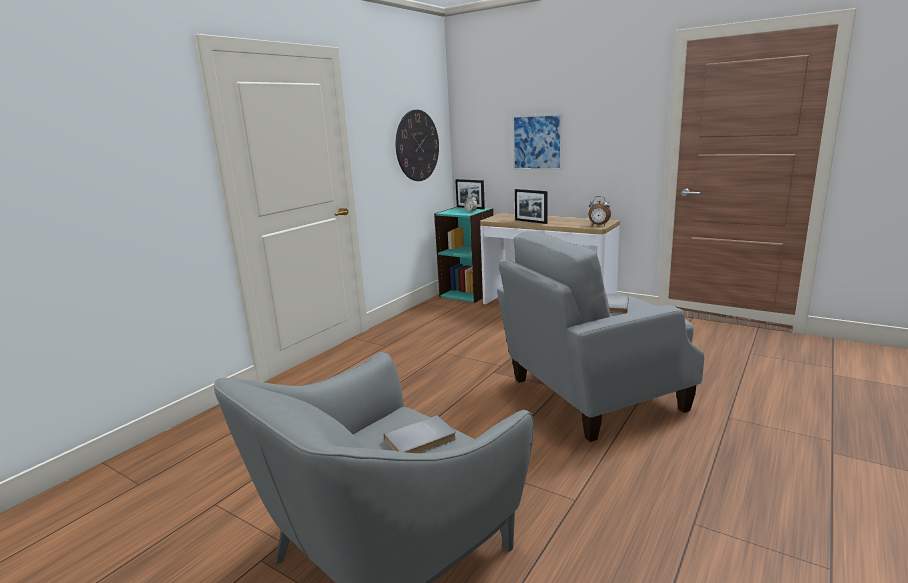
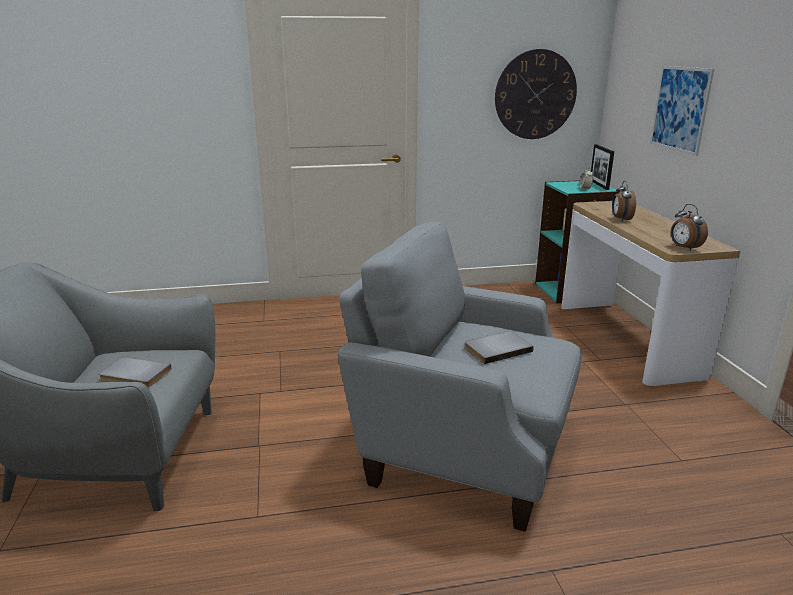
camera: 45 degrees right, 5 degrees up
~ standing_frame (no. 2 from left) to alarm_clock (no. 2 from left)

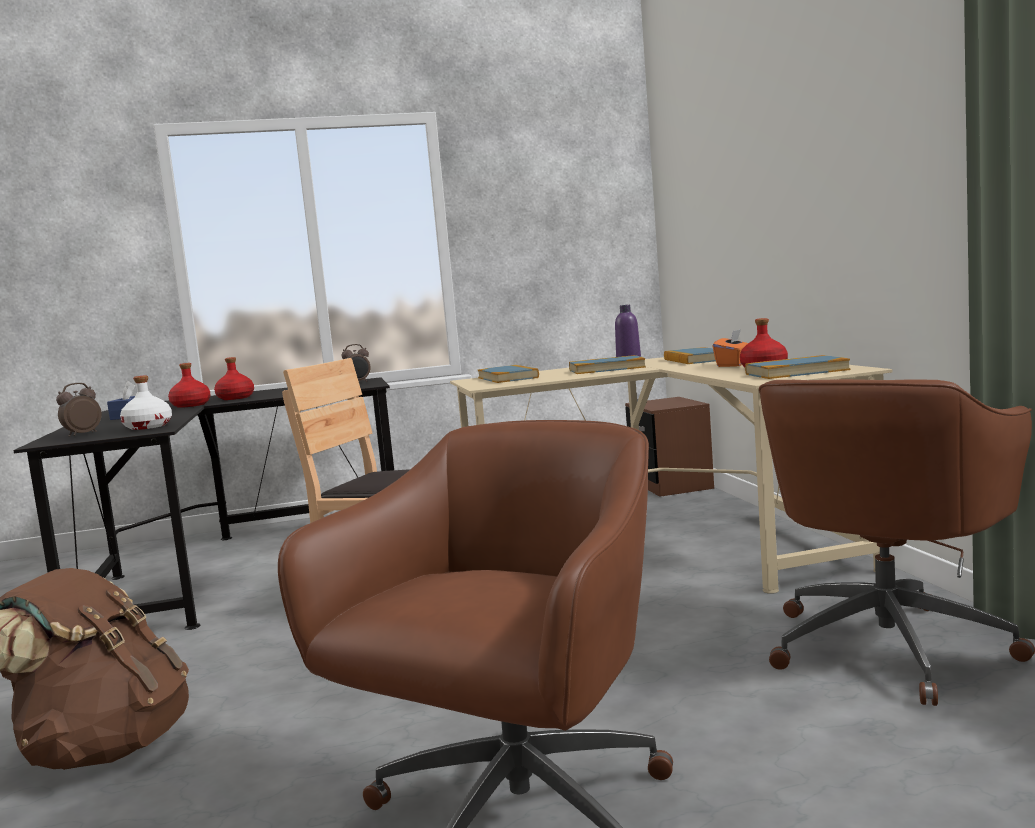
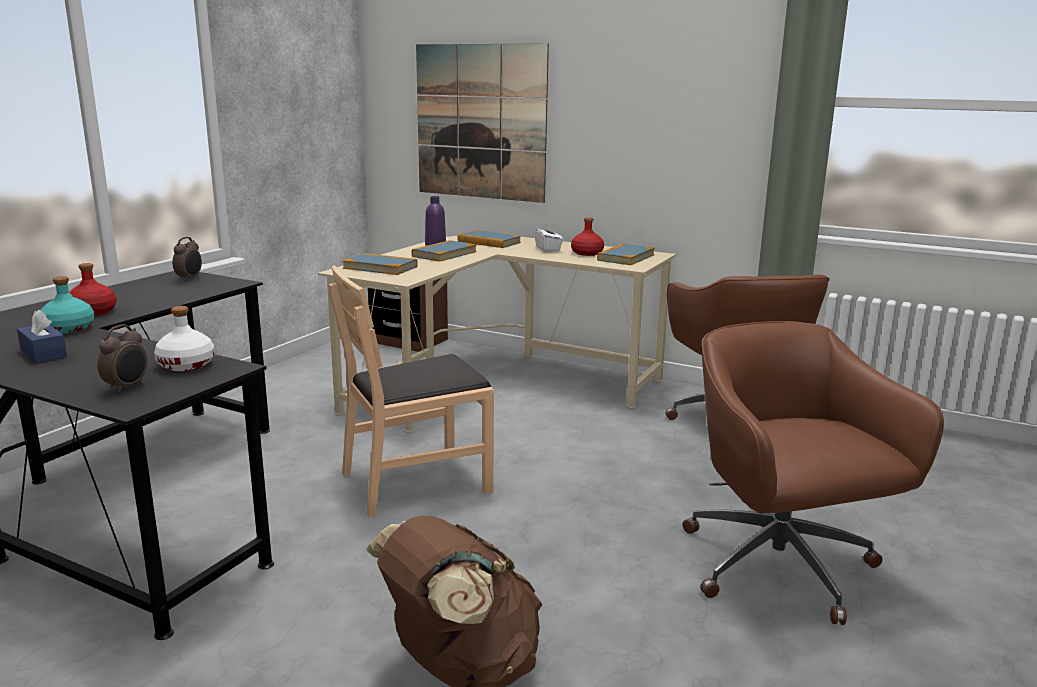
camera: 50 degrees left, 10 degrees up
+ wall_art
~ reddish_drink_bottle (no. 1 from left) to turquoise_drink_bottle
~ orange-coloured_tissue_holder to white_tissue_holder
~ alarm_clock (no. 1 from left) 150 degrees counterclockwise

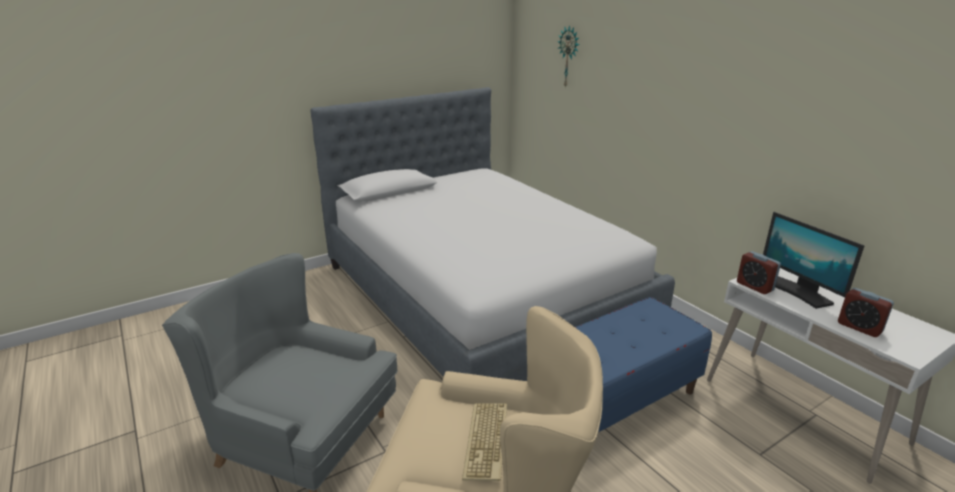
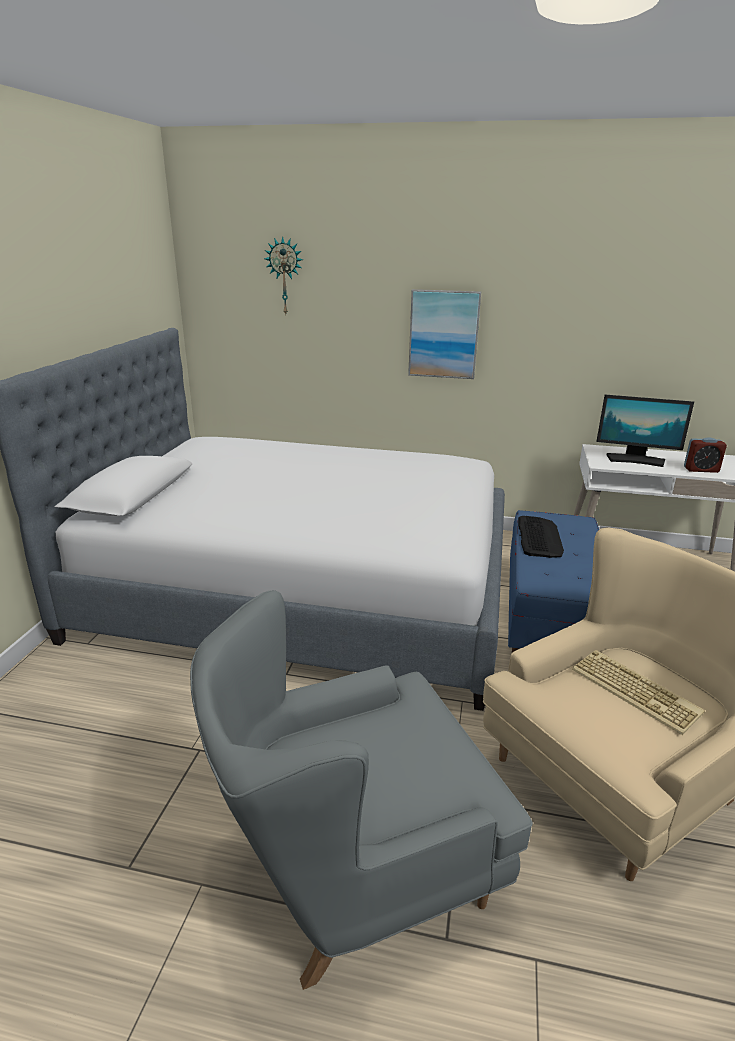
camera: 45 degrees left, 0 degrees up
- alarm_clock (no. 1 from left)
+ wall_art
+ computer_keyboard (no. 1 from left)

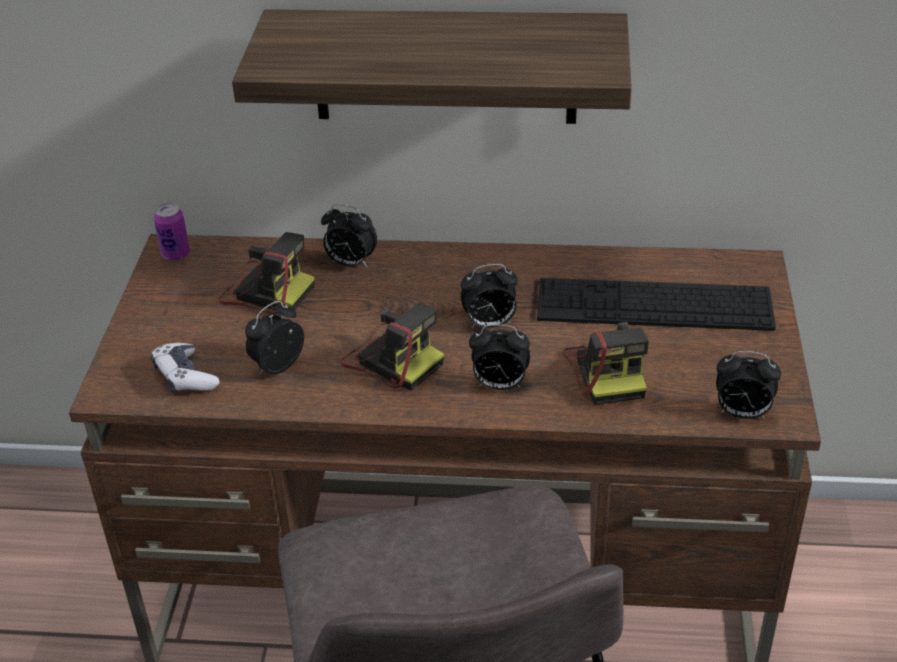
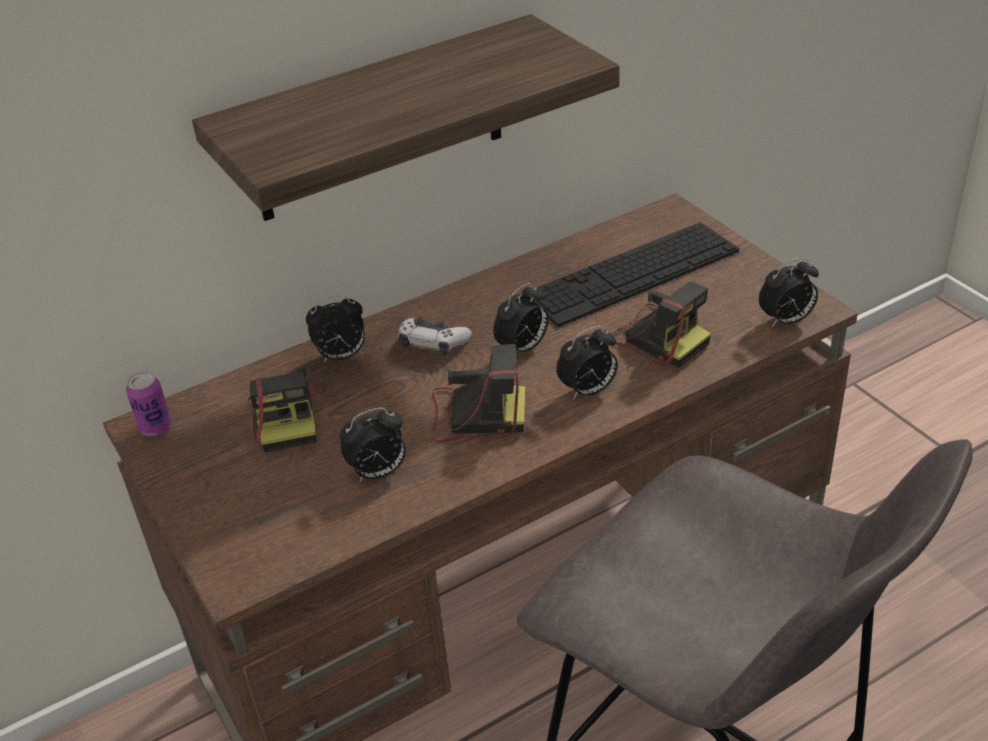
camera: 35 degrees left, 0 degrees up
~ joypad
~ still_camera (no. 1 from left) 90 degrees clockwise
~ alarm_clock (no. 1 from left in the first image) 120 degrees counterclockwise

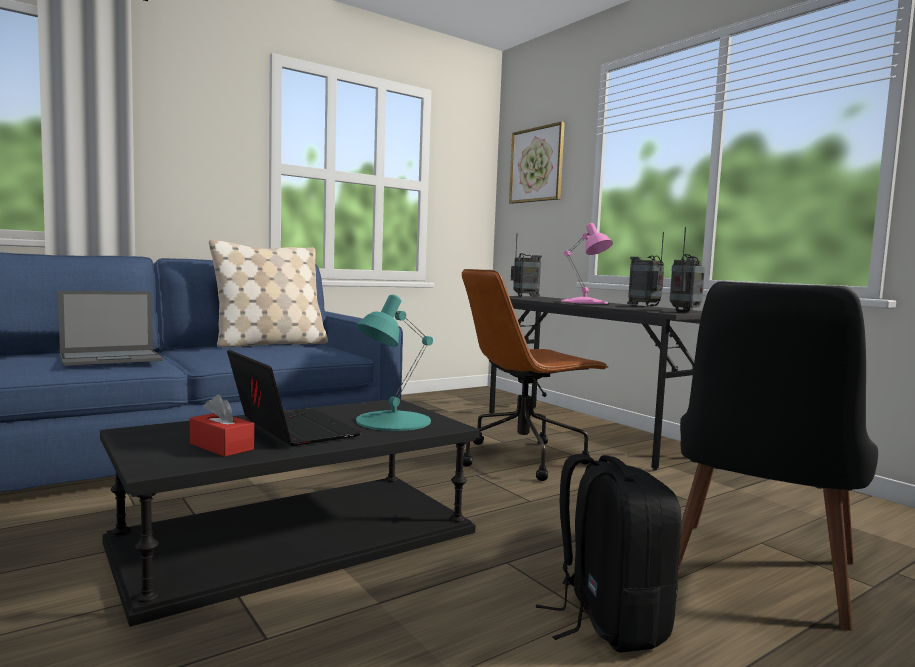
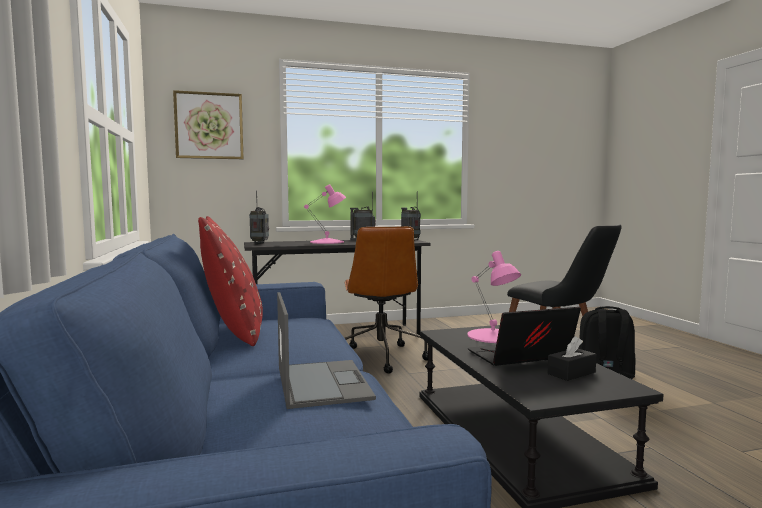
camera: 70 degrees left, 0 degrees up
~ reddish_tissue_holder to blackish_tissue_holder
~ sand-coloured_pillow to reddish_pillow
~ turquoise_tabletop_lamp to pink-coloured_tabletop_lamp (no. 2 from left)

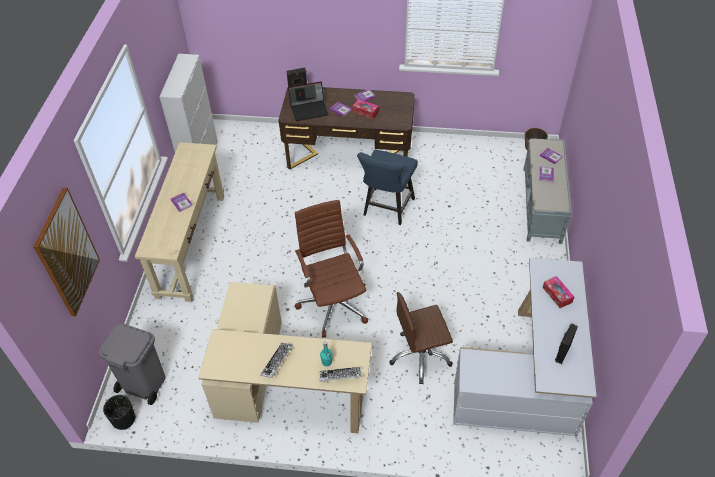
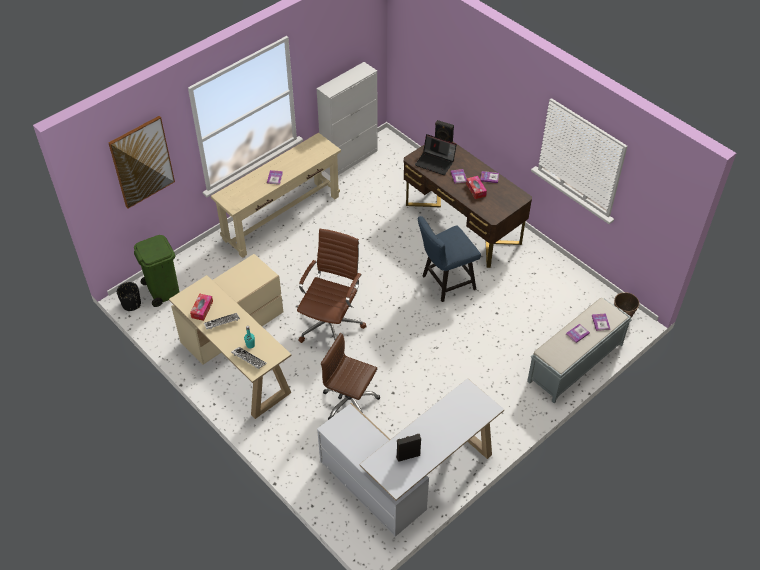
camera: 40 degrees right, 0 degrees up
~ tissue_holder (no. 2 from left in the first image) to tissue_holder (no. 1 from left)
~ grey_rubbish_bin to green-coloured_rubbish_bin

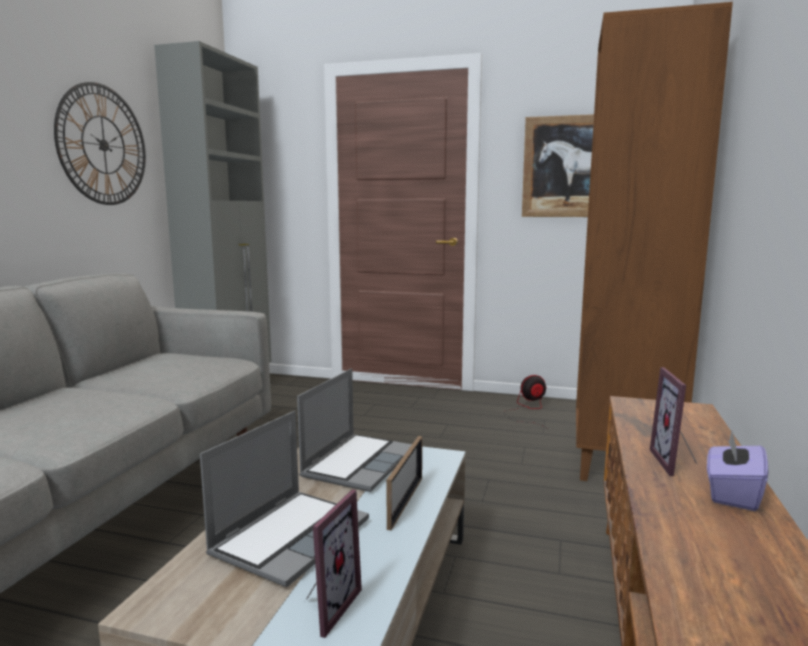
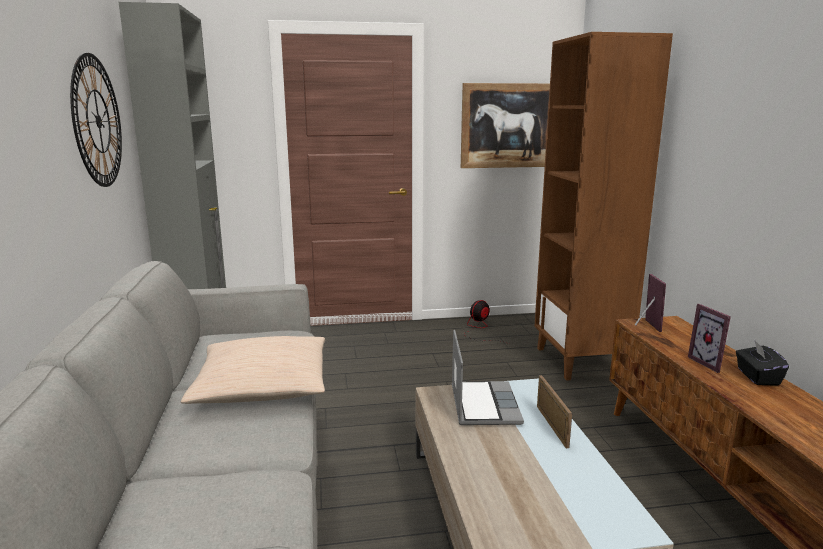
camera: 25 degrees left, 5 degrees up
- portable_computer (no. 1 from left)
+ sand-coloured_pillow
~ standing_frame (no. 1 from left in the first image) to standing_frame (no. 2 from left)
~ purplish_tissue_holder to blackish_tissue_holder

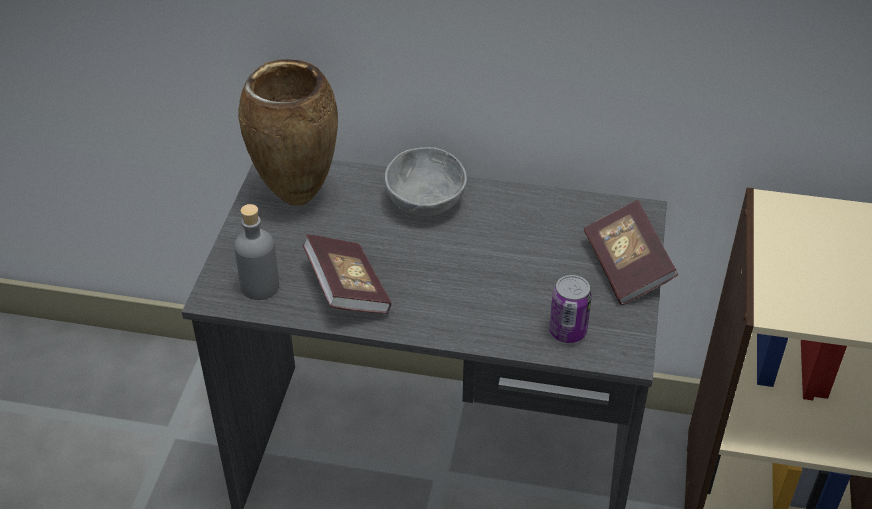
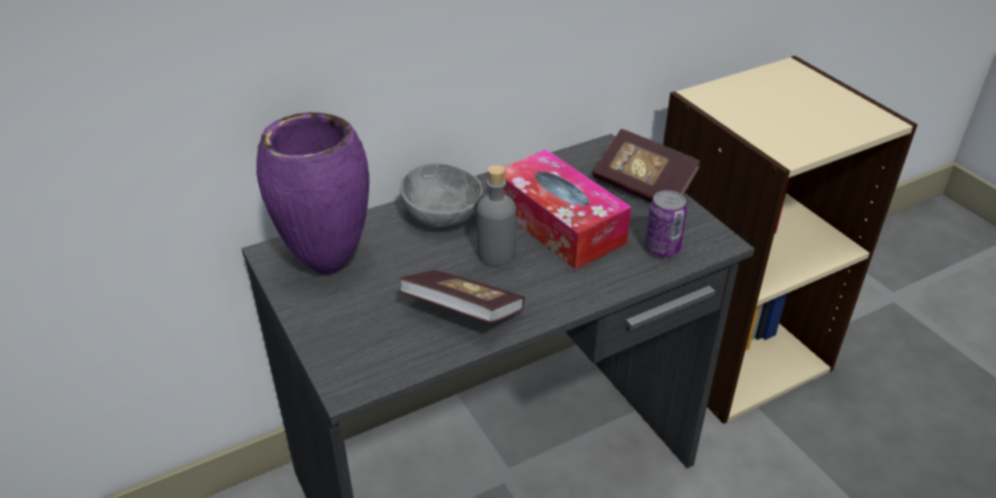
camera: 40 degrees left, 5 degrees down
+ tissue_holder
~ grey_drink_bottle
~ brown-coloured_decorative_vase to purplish_decorative_vase

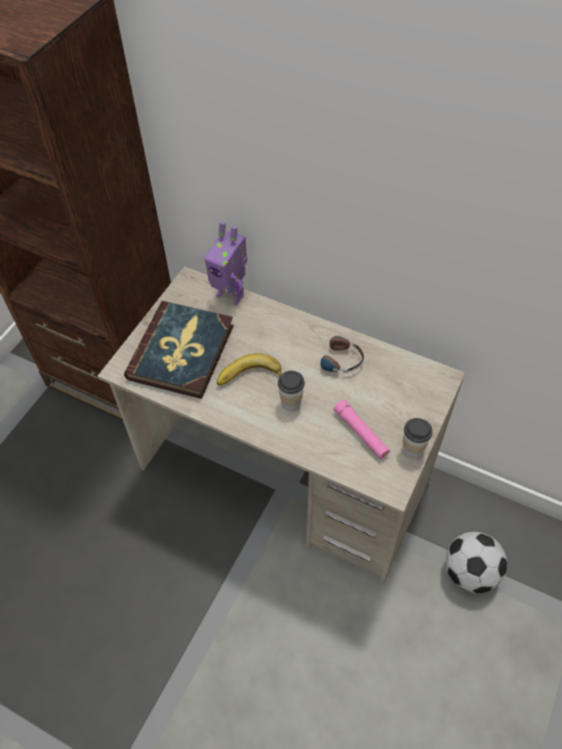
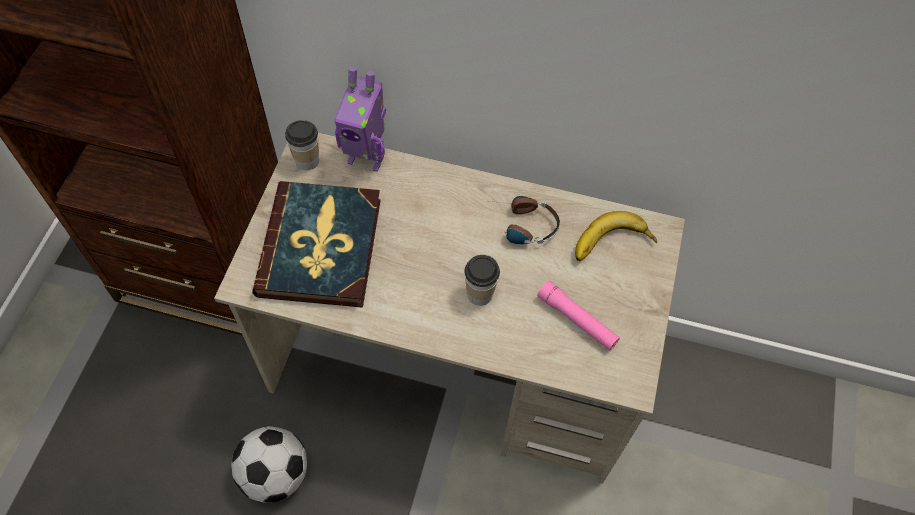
camera: 15 degrees left, 5 degrees up
~ banana_fruit
~ cup (no. 2 from left in the first image) to cup (no. 1 from left)
~ ball_for_football

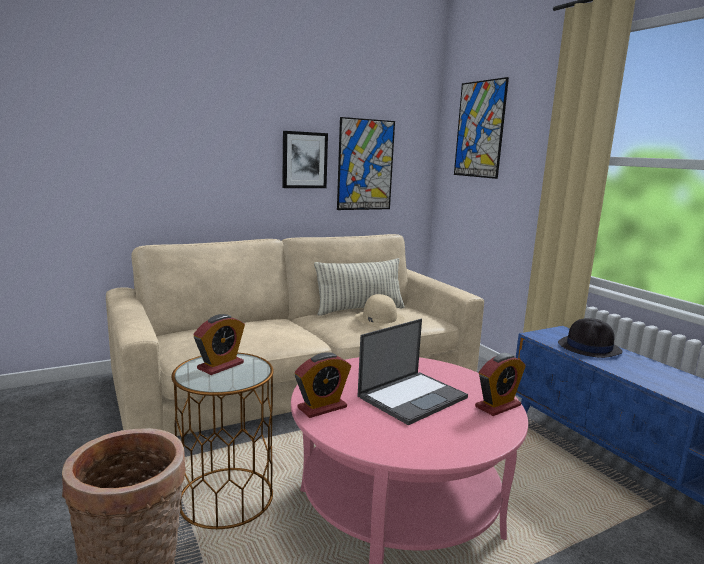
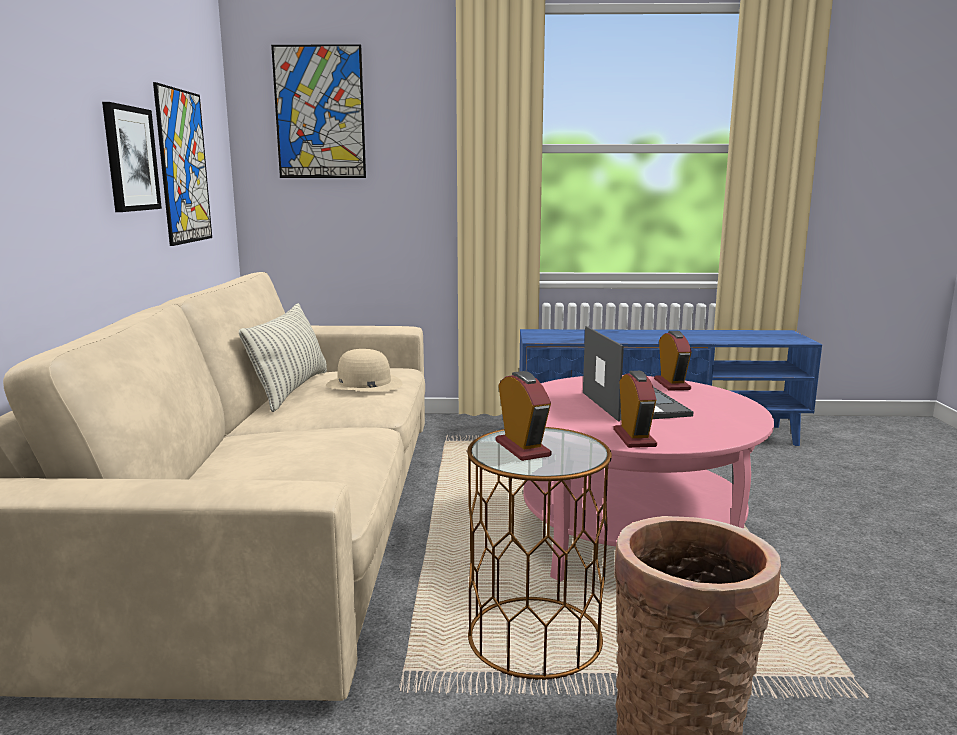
camera: 60 degrees left, 0 degrees up
- blackish_clothing_hat

